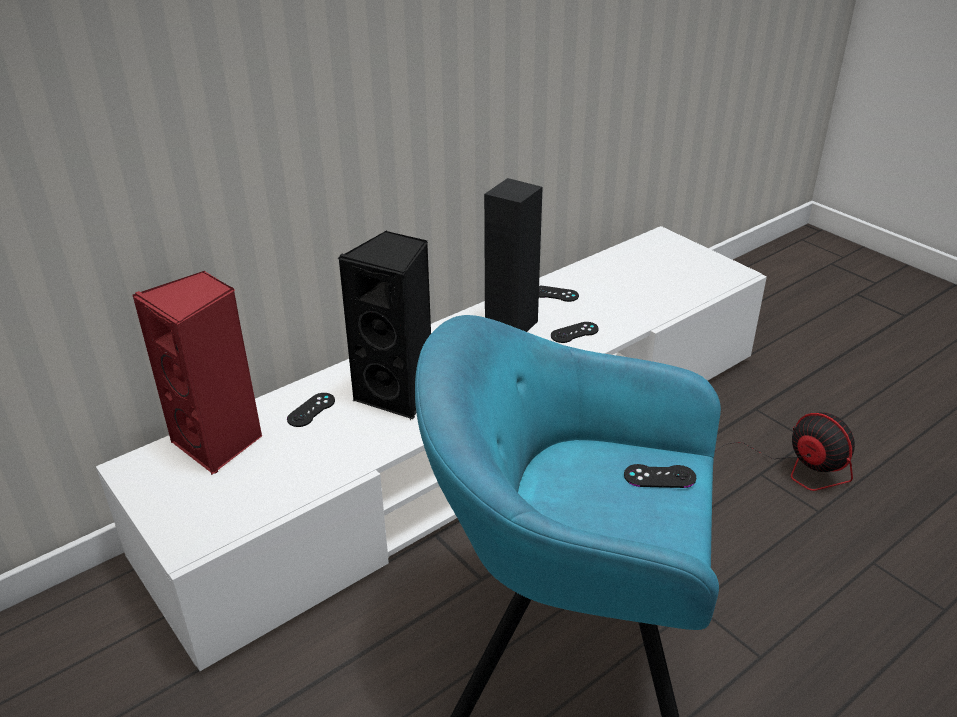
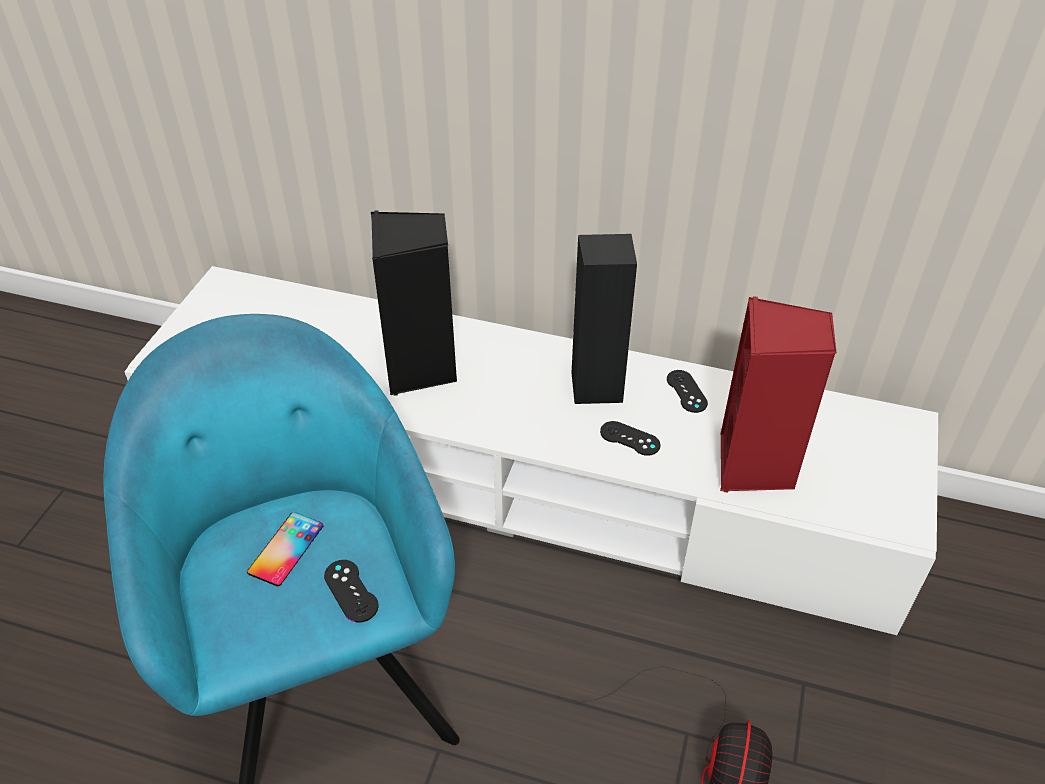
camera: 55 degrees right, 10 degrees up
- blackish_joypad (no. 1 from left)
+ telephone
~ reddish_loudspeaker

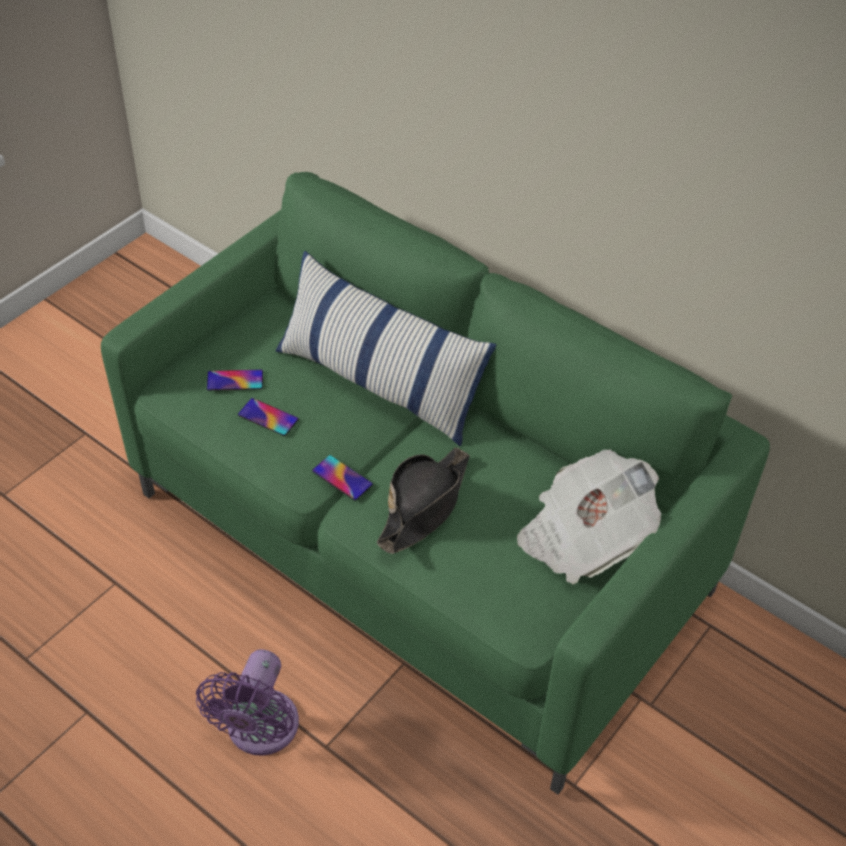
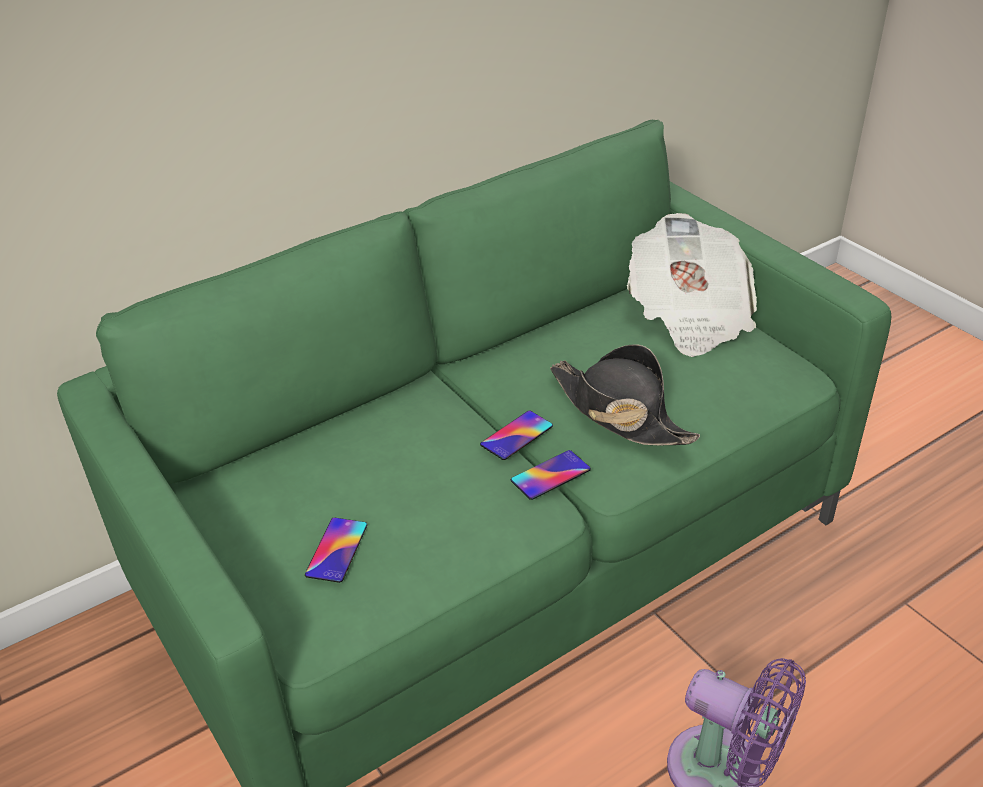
camera: 70 degrees left, 10 degrees down
- pillow
~ telephone (no. 2 from left)

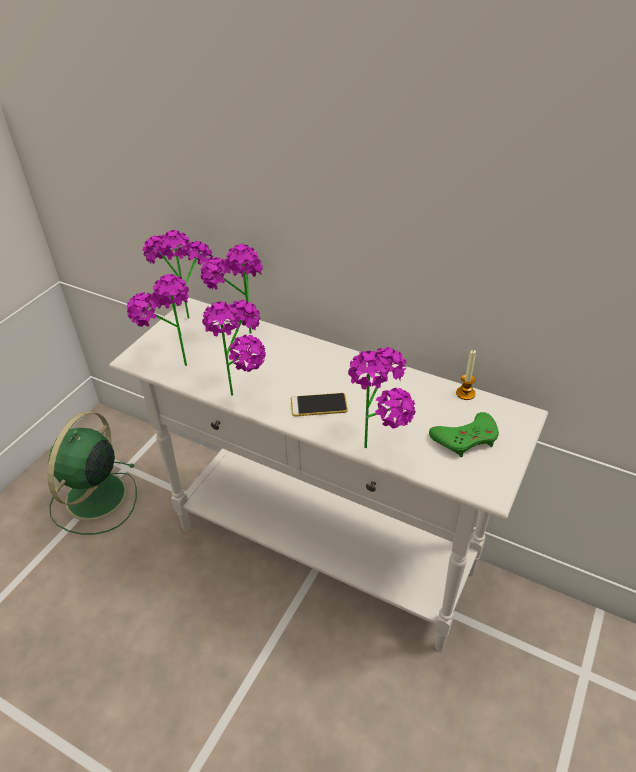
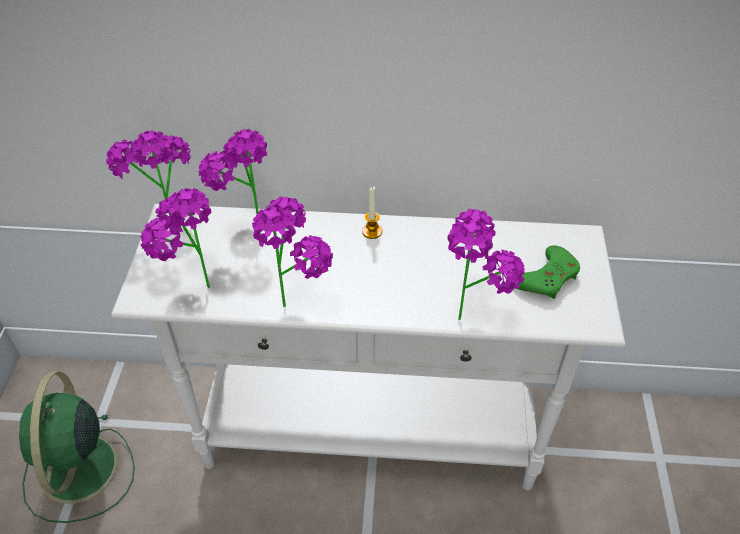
camera: 25 degrees left, 5 degrees up
- telephone
~ wax_candle

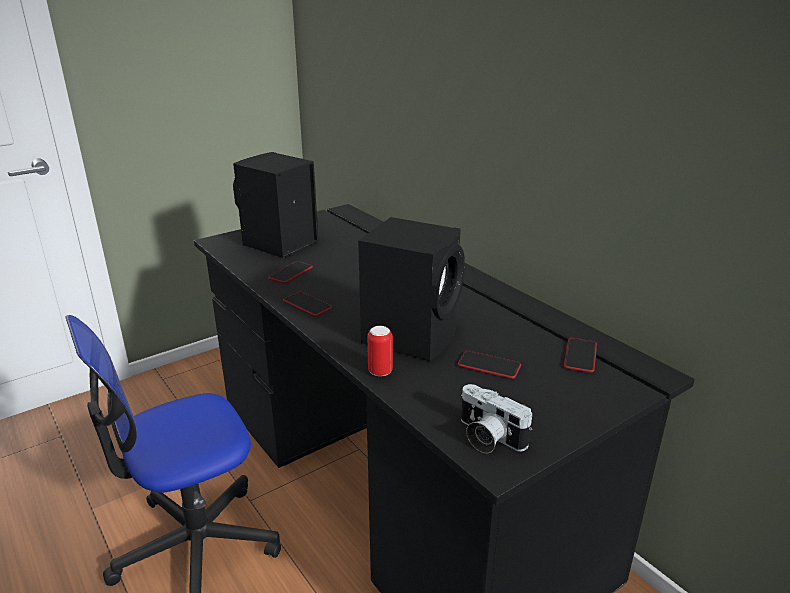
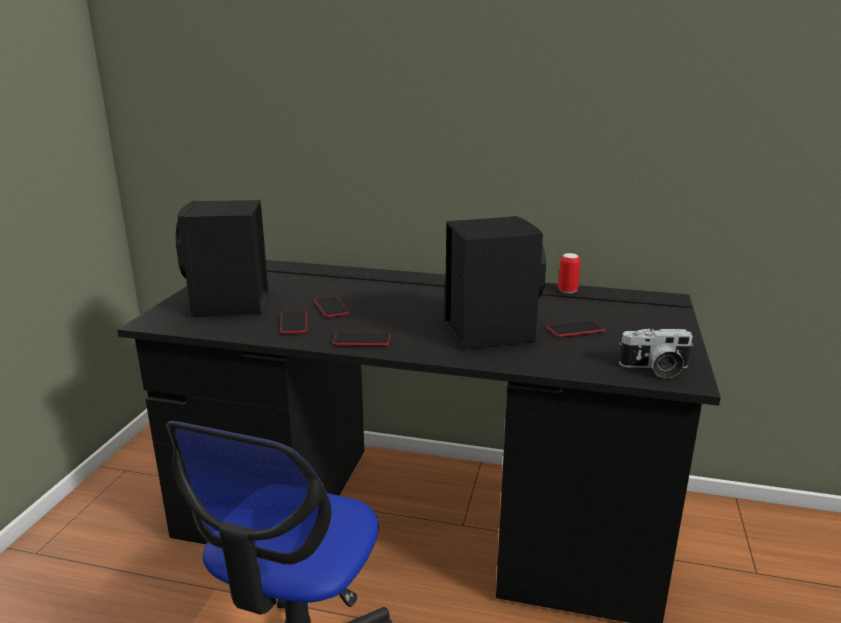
camera: 40 degrees left, 5 degrees down
~ can
~ telephone (no. 4 from left in the first image) to telephone (no. 2 from left)

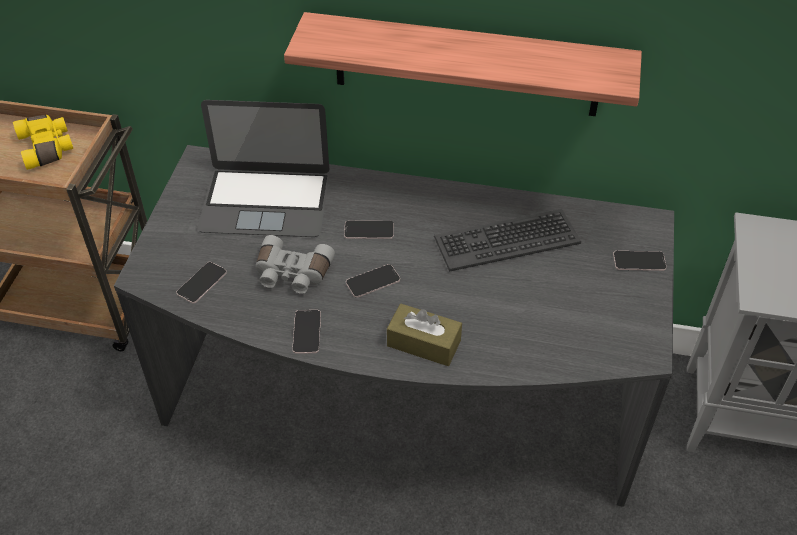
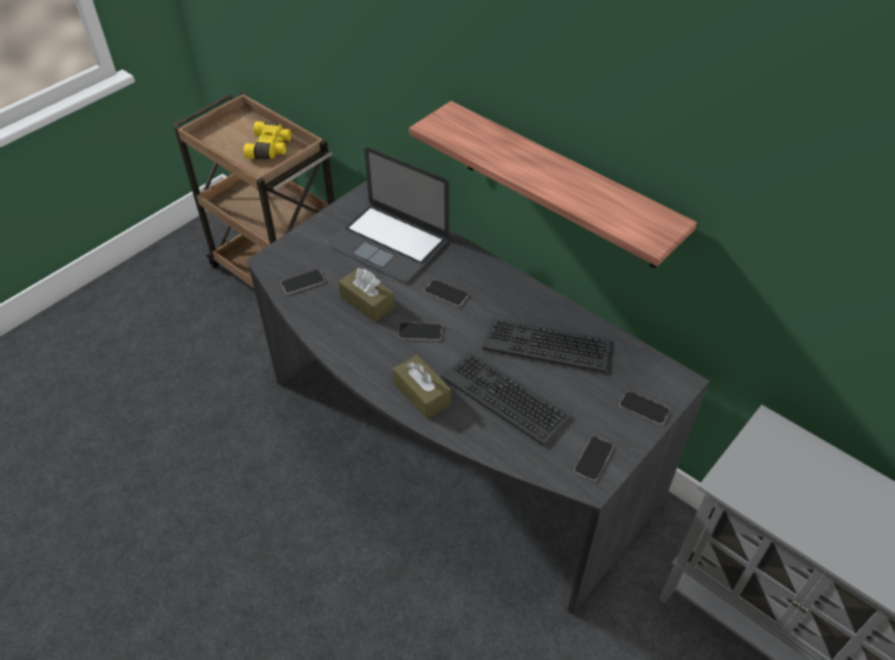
camera: 30 degrees right, 0 degrees up
+ computer_keyboard (no. 1 from left)
~ telephone (no. 2 from left in the first image) to telephone (no. 4 from left)
~ grey_field_glasses to brown-coloured_tissue_holder (no. 1 from left)

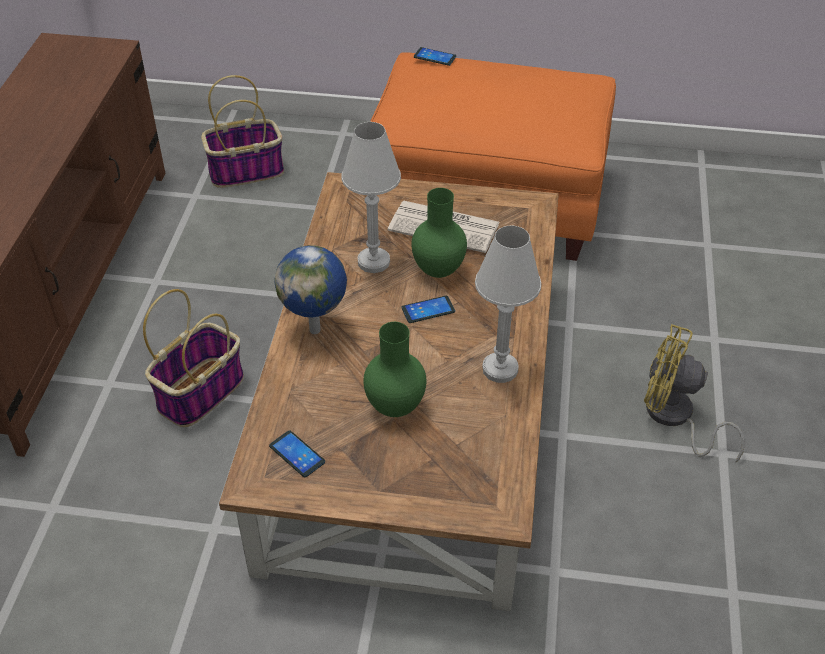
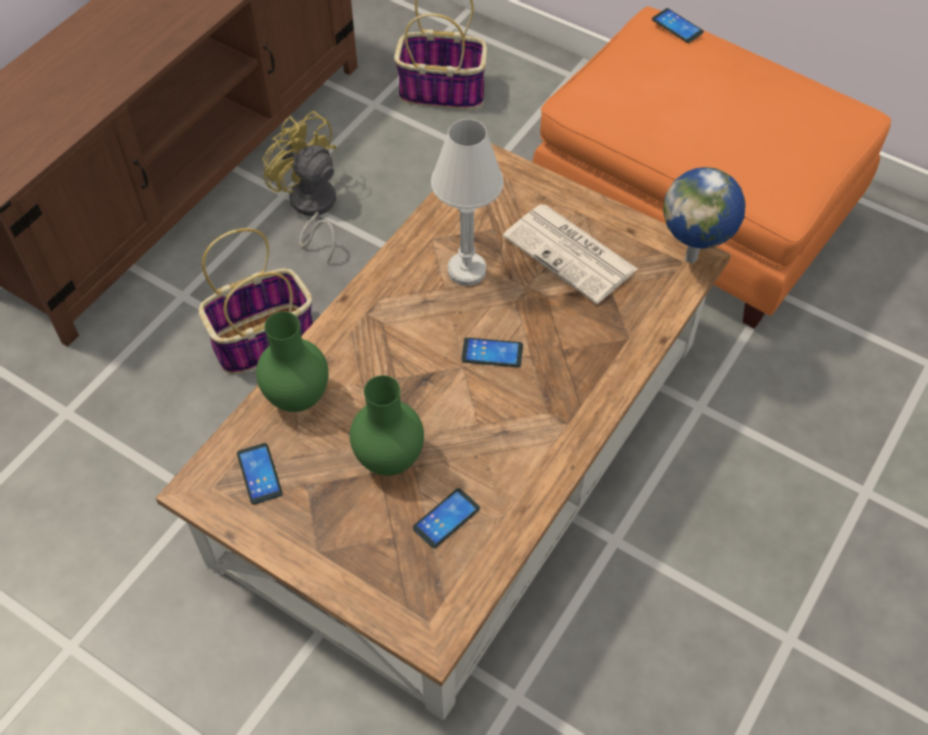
camera: 25 degrees right, 10 degrees up
- white_tabletop_lamp (no. 2 from left)
+ telephone (no. 2 from left)
~ world_globe
~ green-coloured_decorative_vase (no. 2 from left in the first image) to green-coloured_decorative_vase (no. 1 from left)
~ yellow_fan

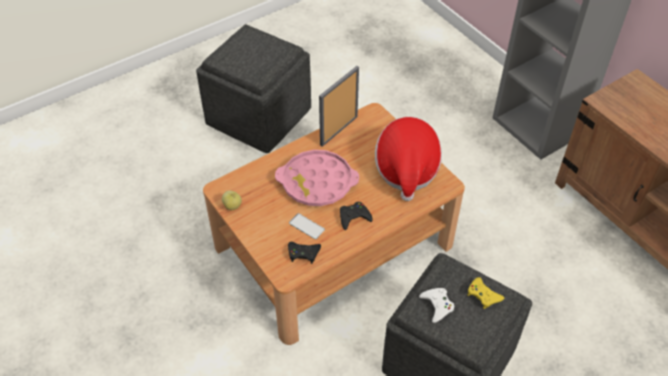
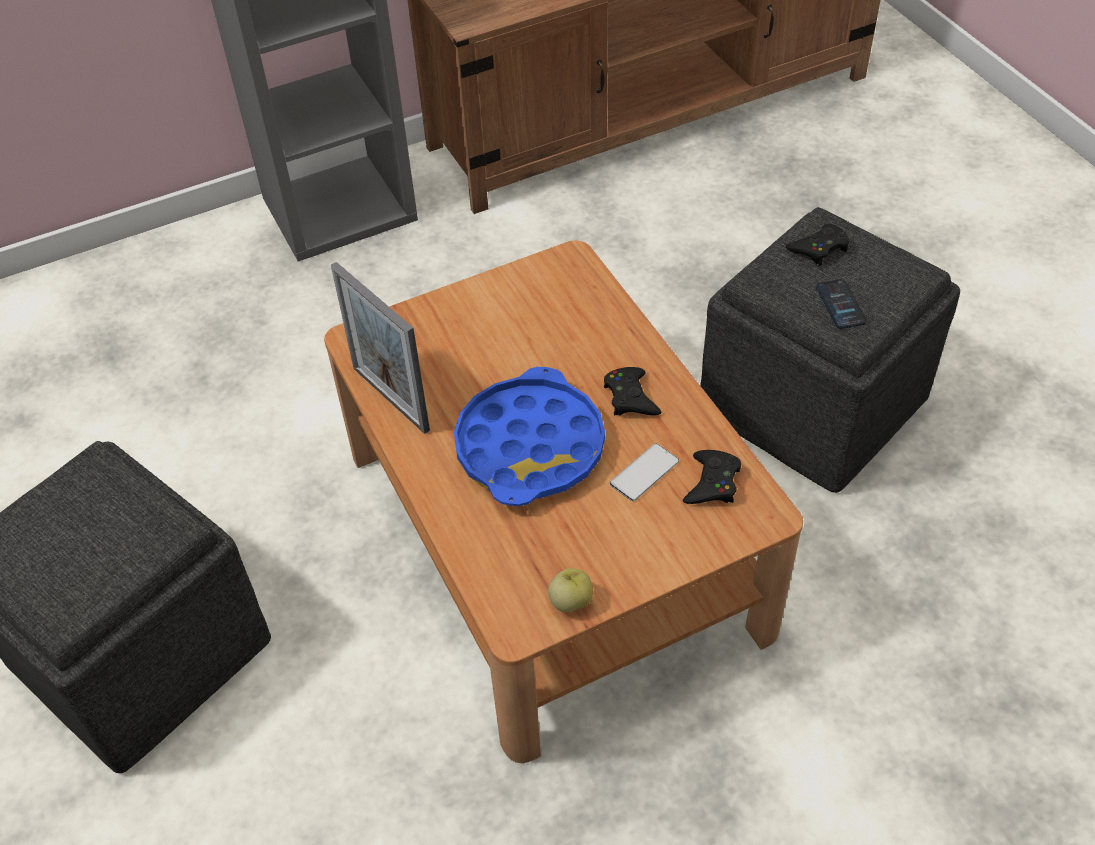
camera: 80 degrees left, 0 degrees up
- clothing_hat
~ white_joypad to telephone (no. 2 from left)
~ pink-coloured_tray to blue-coloured_tray
~ yellow_joypad to blackish_joypad (no. 3 from left)

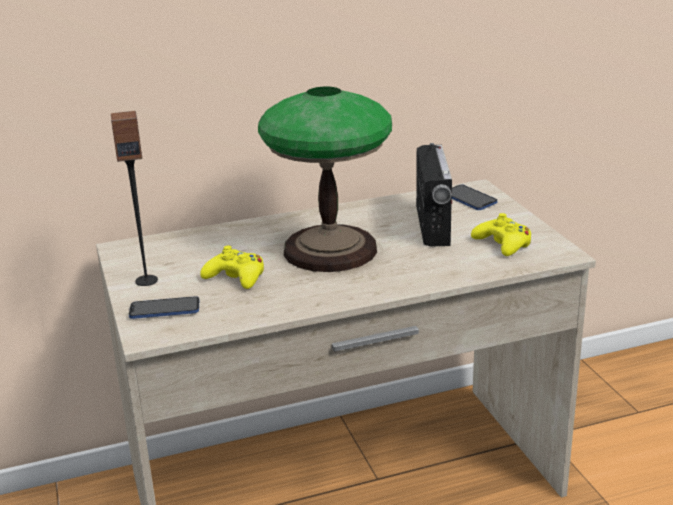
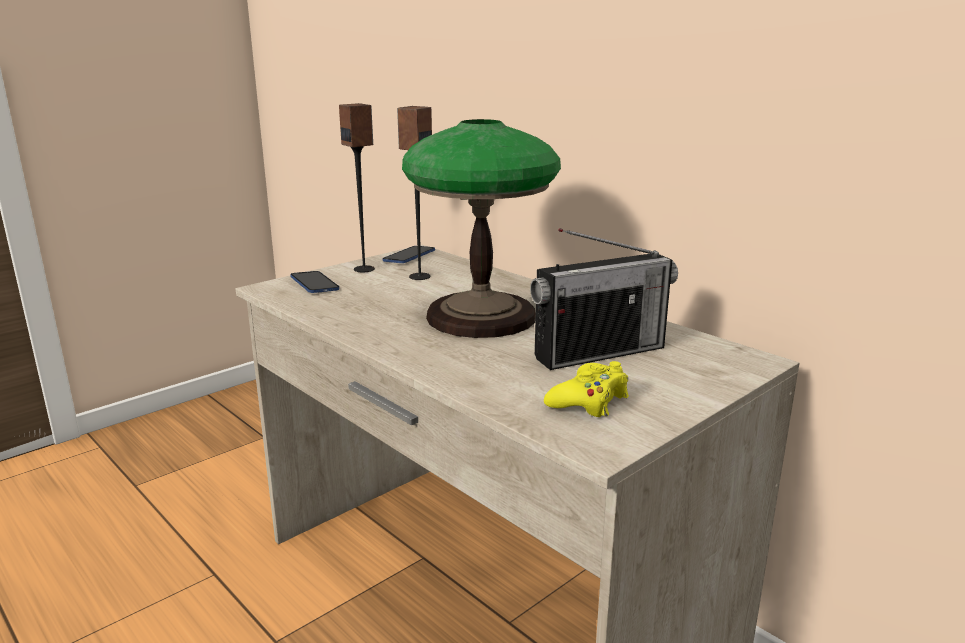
camera: 65 degrees right, 5 degrees down
- yellow_joypad (no. 1 from left)
+ loudspeaker (no. 2 from left)
~ telephone (no. 2 from left)

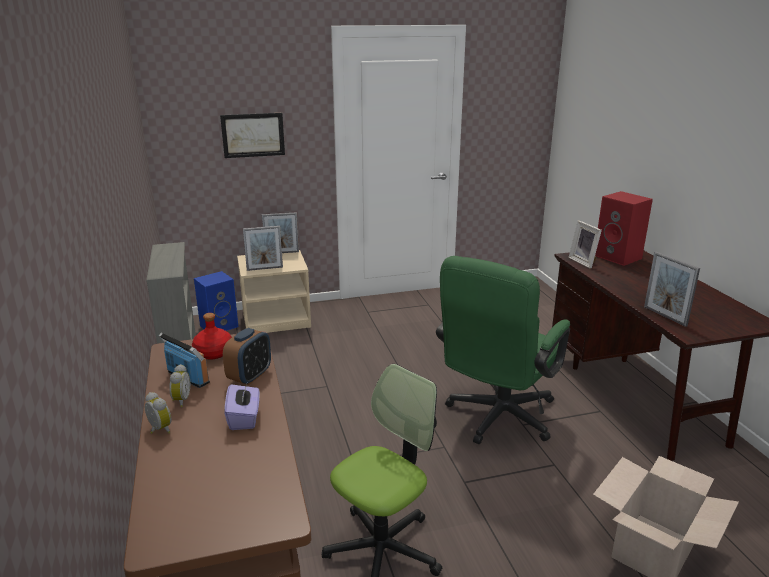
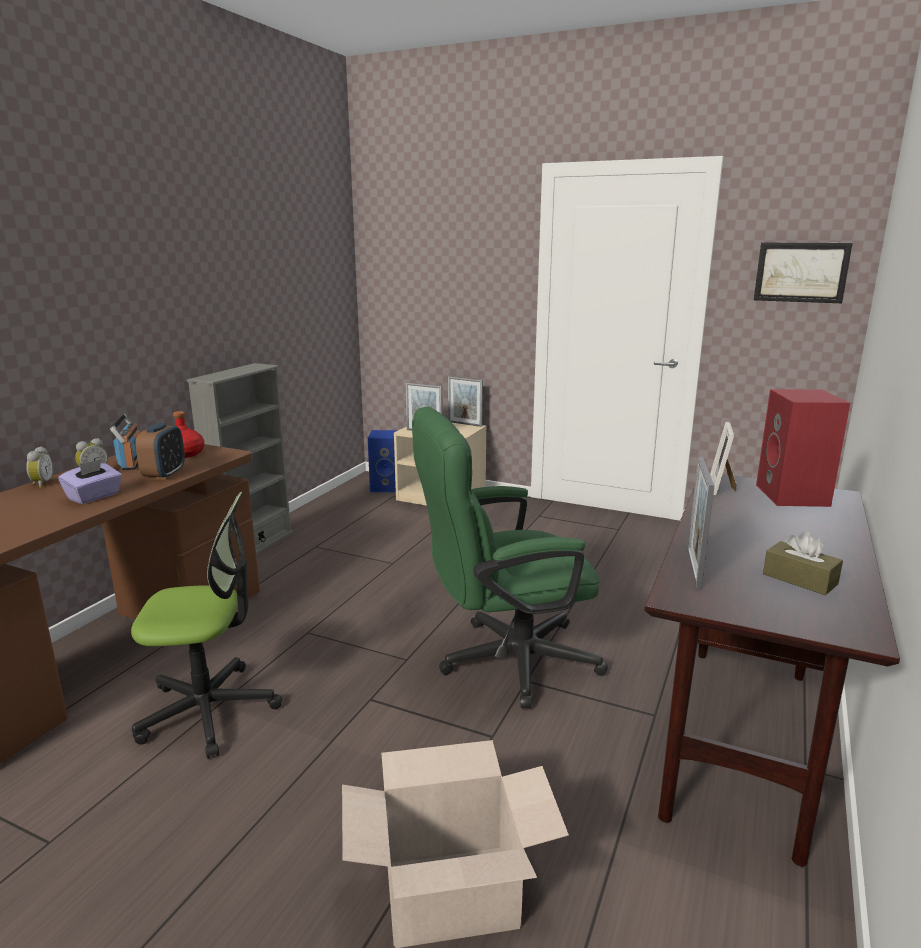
camera: 40 degrees right, 5 degrees down
+ brown-coloured_tissue_holder
~ wall_art
~ alarm_clock (no. 3 from left) 60 degrees counterclockwise

